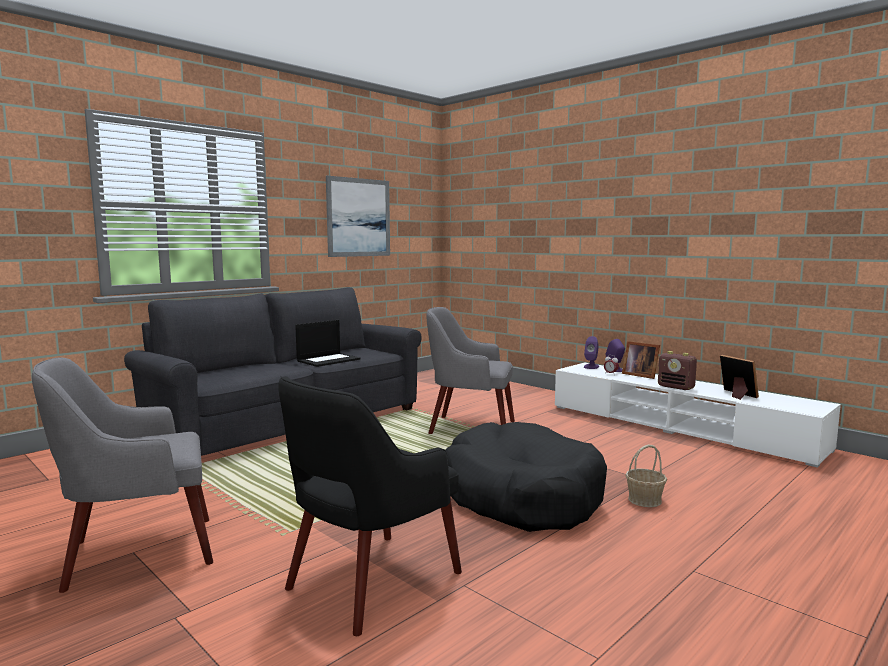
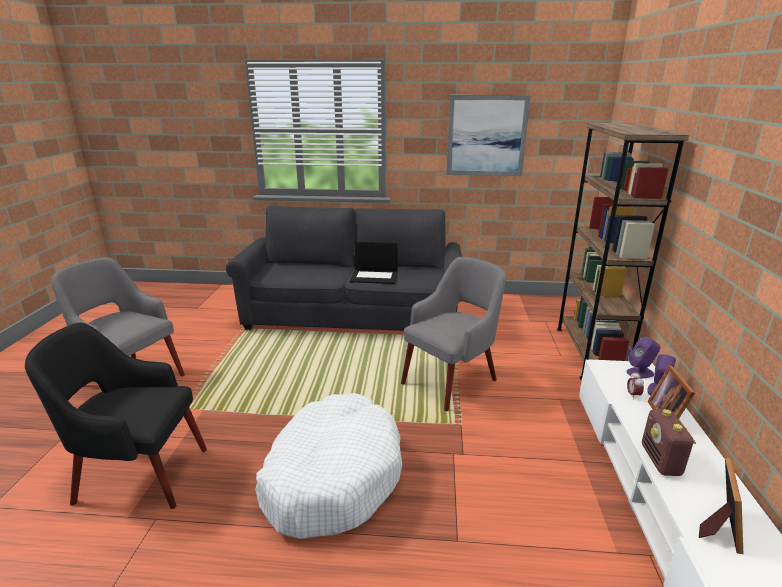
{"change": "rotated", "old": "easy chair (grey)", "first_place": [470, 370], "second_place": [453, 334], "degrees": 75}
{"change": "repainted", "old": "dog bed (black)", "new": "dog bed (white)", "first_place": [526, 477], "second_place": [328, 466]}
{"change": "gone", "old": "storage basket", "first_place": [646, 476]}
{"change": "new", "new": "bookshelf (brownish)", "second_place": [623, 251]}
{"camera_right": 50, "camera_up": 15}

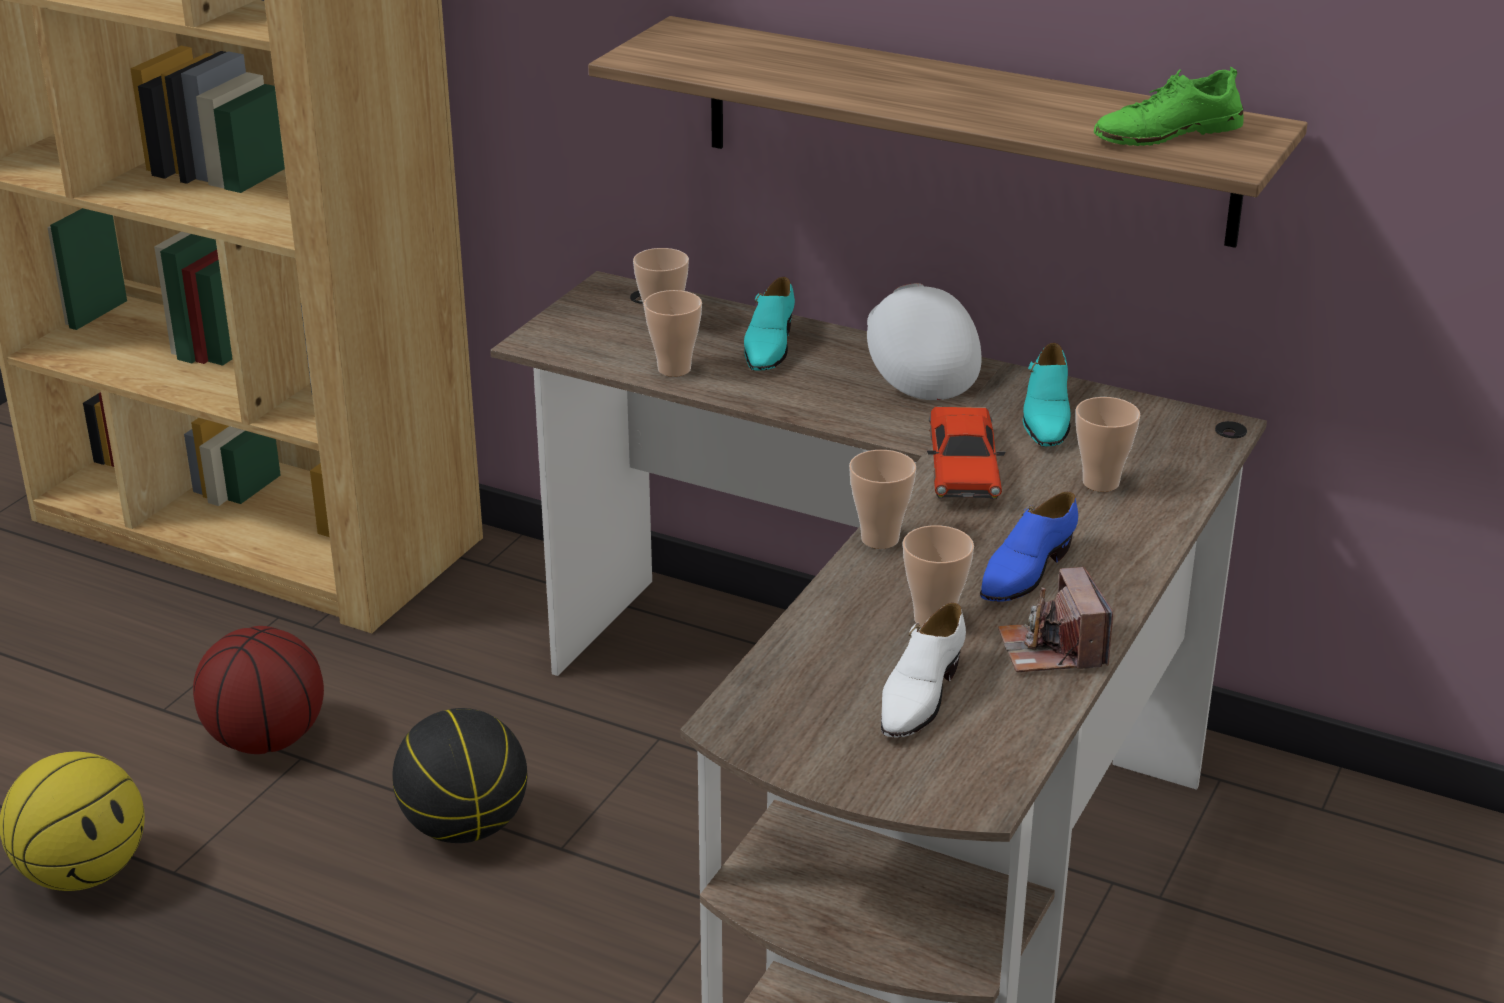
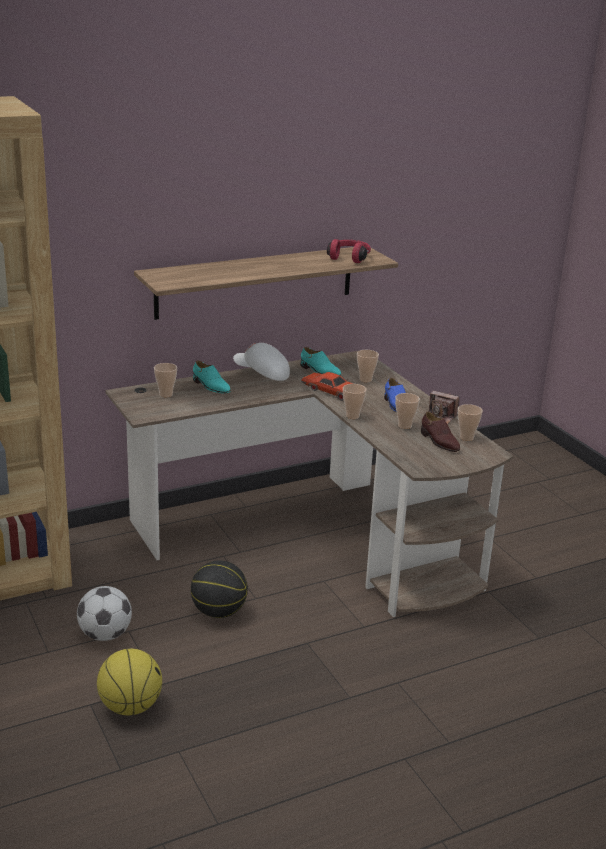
{"change": "swapped", "old": "low shoe (green)", "new": "headphones (red-coloured)", "first_place": [1169, 106], "second_place": [349, 251]}
{"change": "shifted", "old": "cup", "first_place": [673, 333], "second_place": [470, 422]}
{"change": "repainted", "old": "low shoe (white)", "new": "low shoe (brownish)", "first_place": [923, 670], "second_place": [440, 432]}
{"change": "swapped", "old": "basketball ball", "new": "football", "first_place": [258, 690], "second_place": [104, 613]}
{"camera_right": -55, "camera_up": -5}

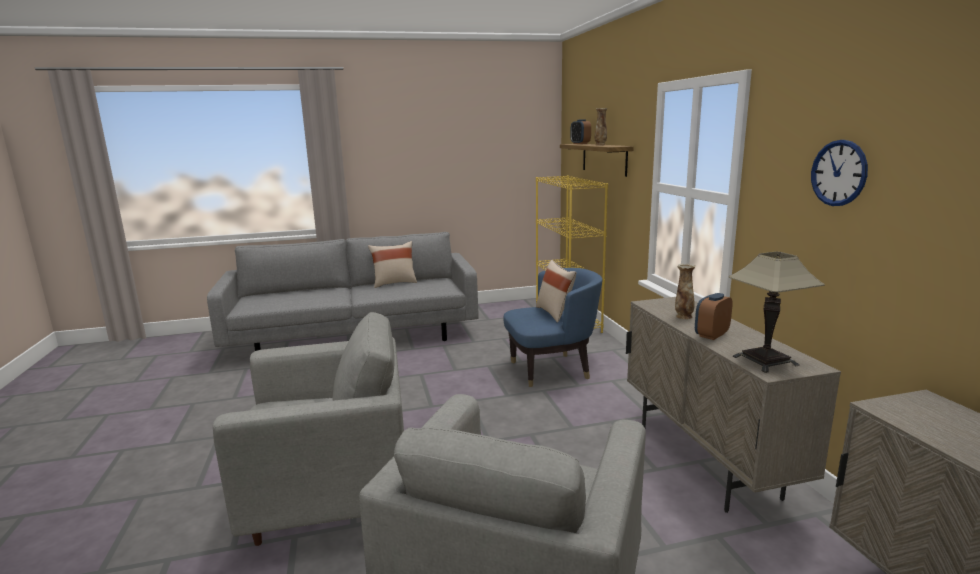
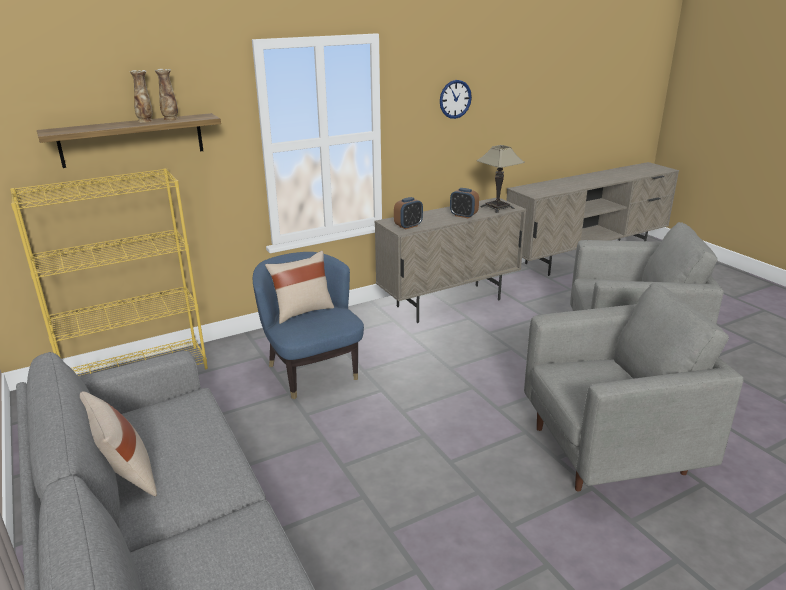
{"change": "shifted", "old": "bedside clock", "first_place": [580, 131], "second_place": [408, 213]}
{"change": "shifted", "old": "vase", "first_place": [685, 291], "second_place": [166, 95]}
{"change": "rotated", "old": "easy chair (grey)", "first_place": [308, 429], "second_place": [634, 387], "degrees": 105}
{"camera_right": -105, "camera_up": 10}

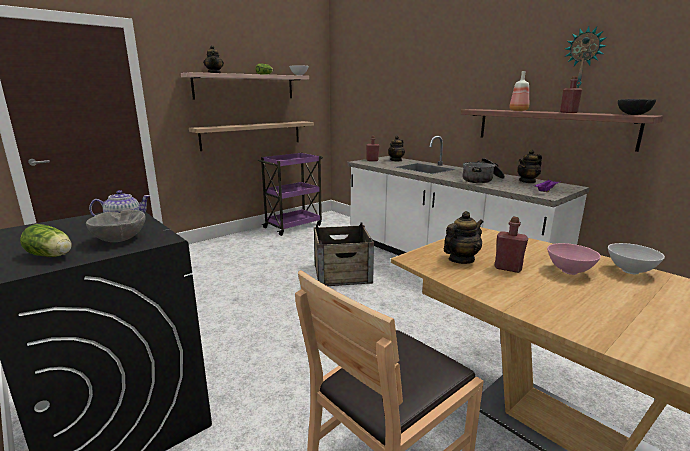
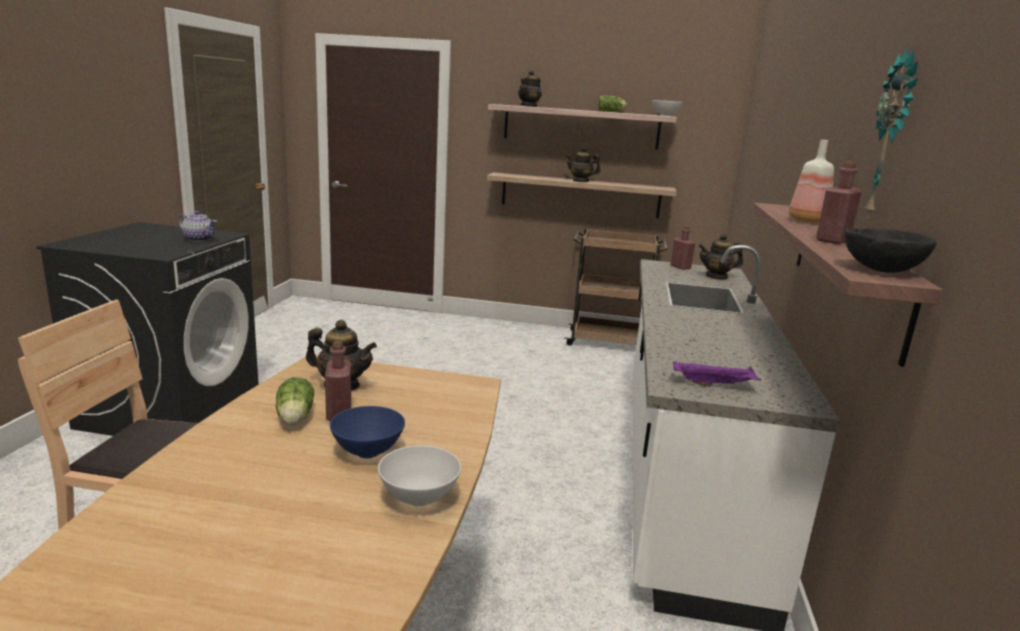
{"change": "shifted", "old": "pot for tea", "first_place": [529, 166], "second_place": [583, 164]}
{"change": "repainted", "old": "wheeled cart (purple)", "new": "wheeled cart (brownish)", "first_place": [290, 194], "second_place": [616, 287]}
{"change": "gone", "old": "cooking pot", "first_place": [484, 170]}
{"change": "gone", "old": "bowl (grey)", "first_place": [116, 226]}
{"change": "gone", "old": "shipping crate", "first_place": [344, 254]}
{"change": "shifted", "old": "head of lettuce", "first_place": [46, 240], "second_place": [295, 401]}
{"change": "repainted", "old": "bowl (pink)", "new": "bowl (blue-coloured)", "first_place": [574, 259], "second_place": [367, 432]}
{"camera_right": 50, "camera_up": 0}

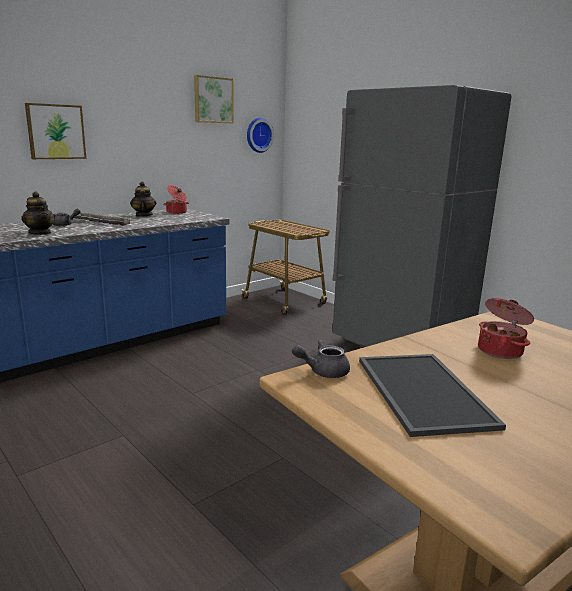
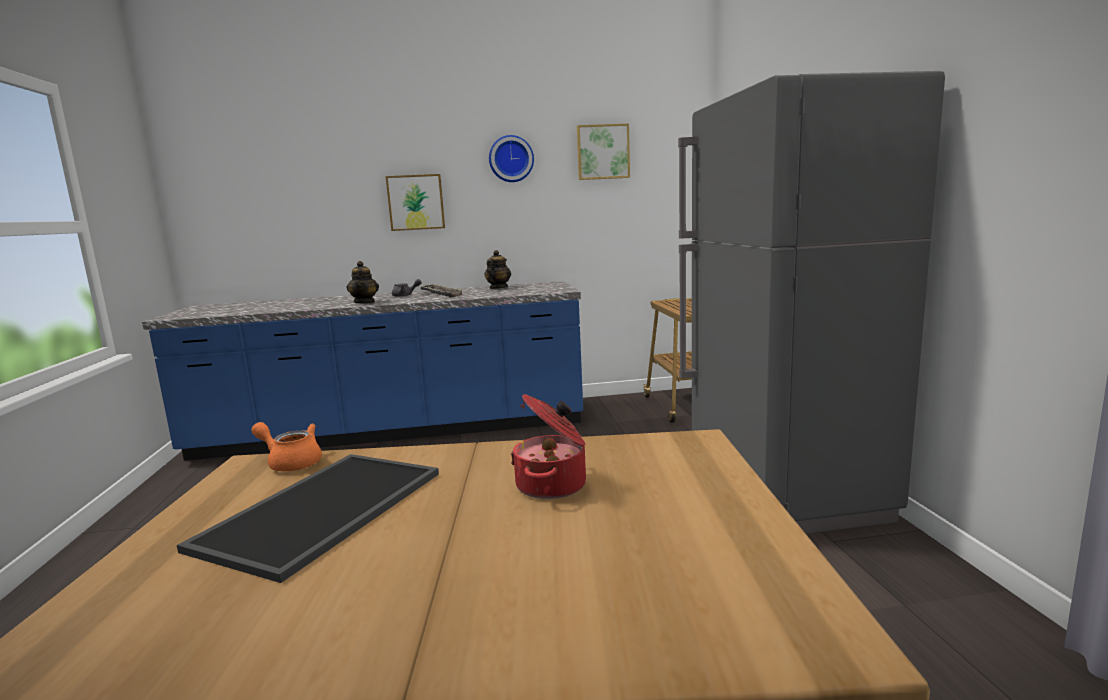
{"change": "shifted", "old": "clock on the wall", "first_place": [260, 135], "second_place": [511, 158]}
{"change": "gone", "old": "cooking pot", "first_place": [176, 199]}
{"change": "repainted", "old": "pot for tea (grey)", "new": "pot for tea (orangey)", "first_place": [321, 359], "second_place": [286, 446]}
{"camera_right": 35, "camera_up": -5}

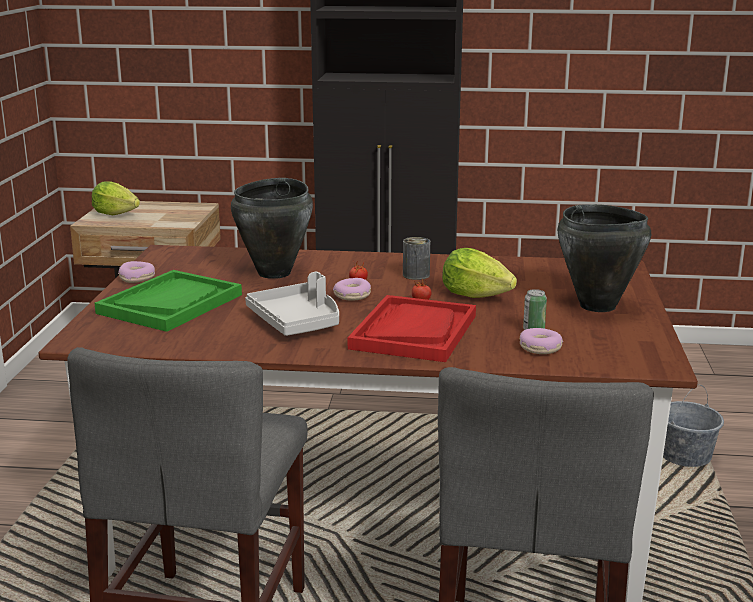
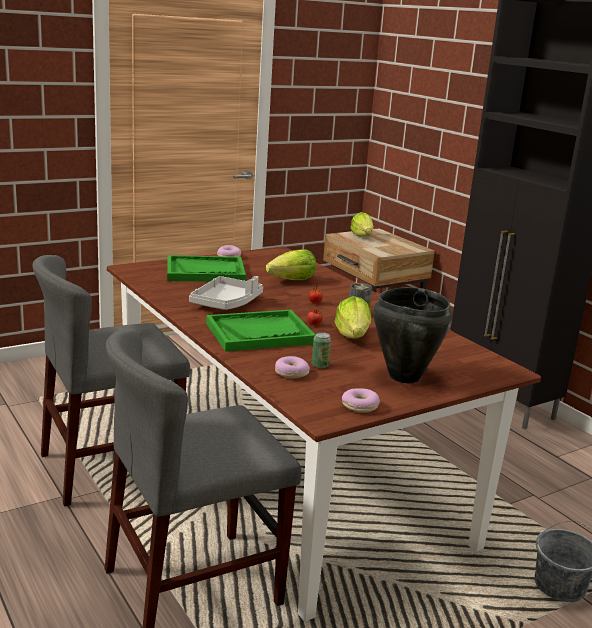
{"change": "swapped", "old": "cooking pot (black)", "new": "head of lettuce", "first_place": [272, 228], "second_place": [291, 264]}
{"change": "shifted", "old": "ring doughnut", "first_place": [352, 289], "second_place": [361, 400]}
{"change": "repainted", "old": "tray (red-coloured)", "new": "tray (green)", "first_place": [412, 328], "second_place": [260, 331]}
{"camera_right": 50, "camera_up": 0}

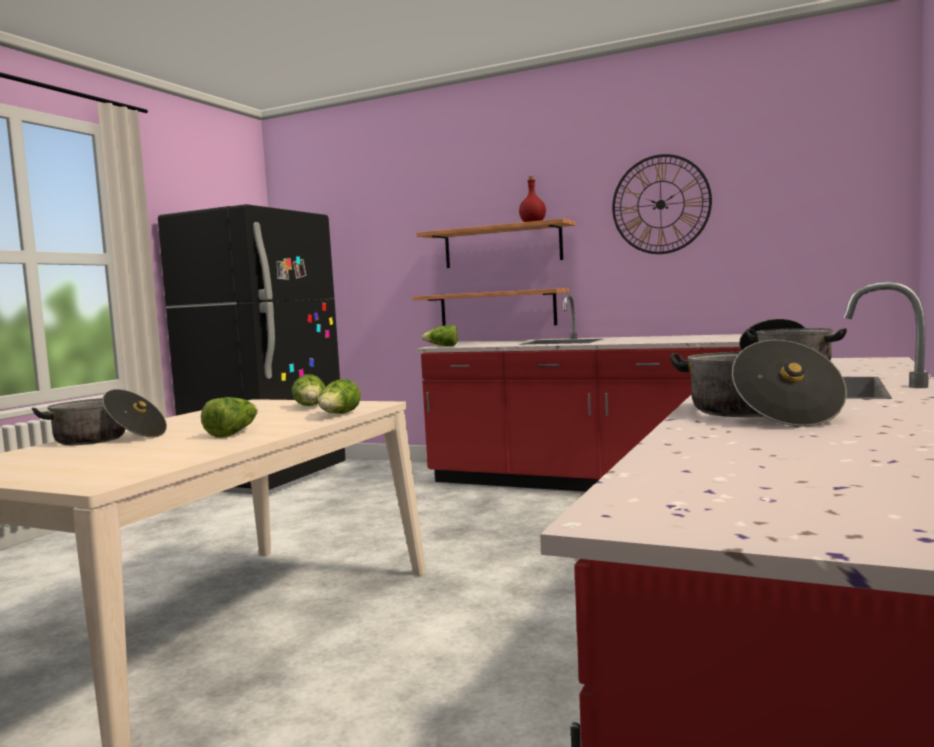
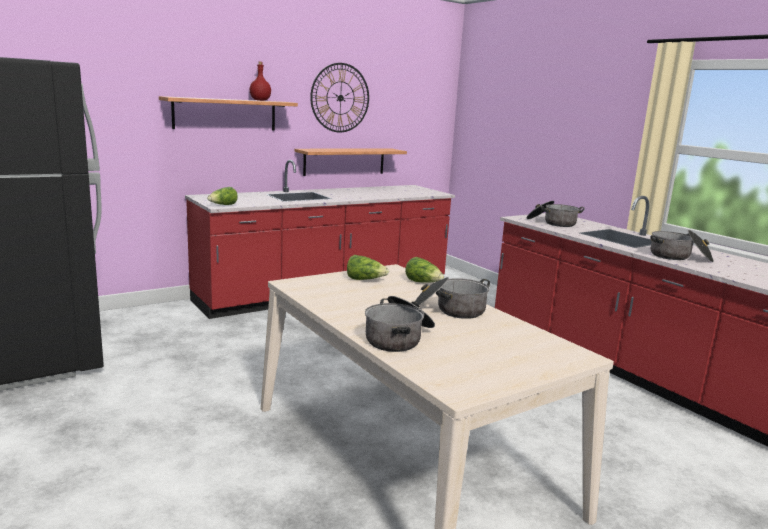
{"change": "shifted", "old": "bracket shelf", "first_place": [491, 307], "second_place": [350, 162]}
{"change": "swapped", "old": "head of lettuce", "new": "cooking pot", "first_place": [229, 417], "second_place": [452, 298]}
{"camera_right": -60, "camera_up": 10}

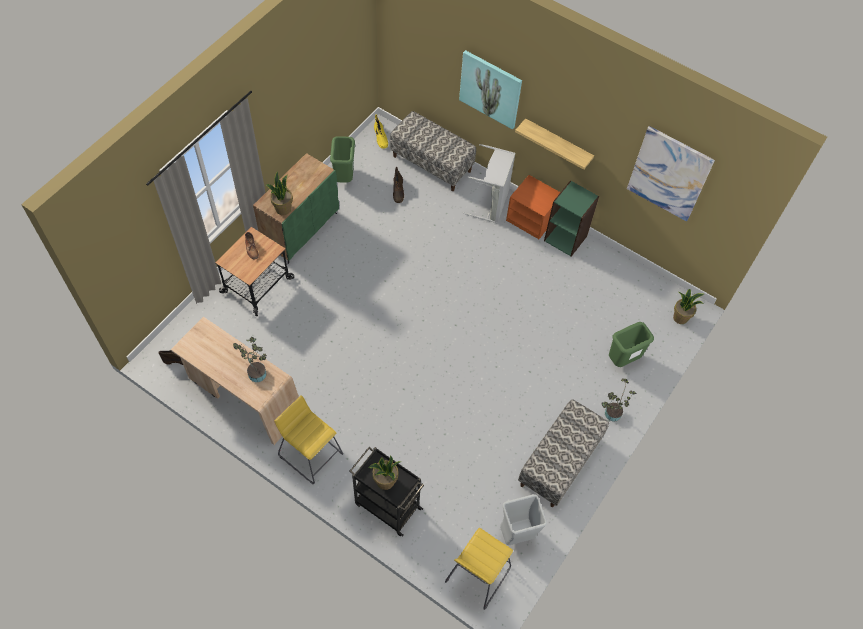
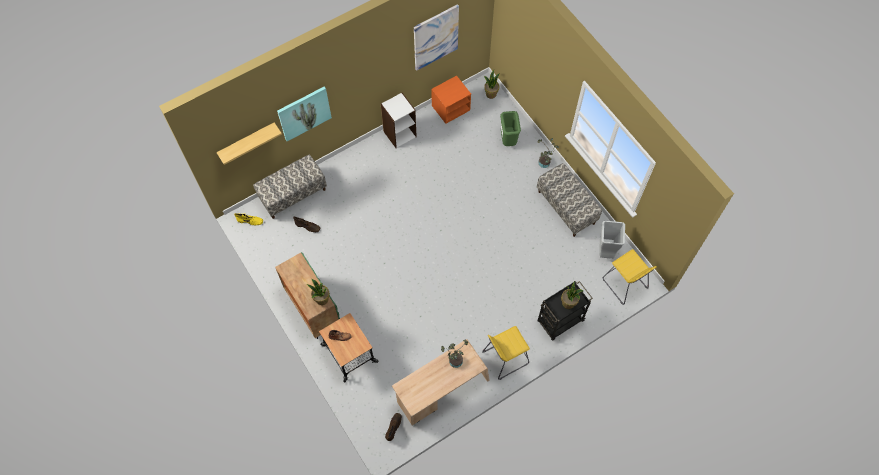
{"change": "shifted", "old": "bracket shelf", "first_place": [554, 144], "second_place": [249, 144]}
{"change": "gone", "old": "trash can (green)", "first_place": [342, 159]}
{"change": "gone", "old": "hamper (grey)", "first_place": [489, 183]}
{"change": "shifted", "old": "nightstand (orangey)", "first_place": [533, 207], "second_place": [451, 100]}
{"change": "repainted", "old": "bookshelf (green)", "new": "bookshelf (white)", "first_place": [571, 218], "second_place": [399, 120]}
{"camera_right": -65, "camera_up": 5}

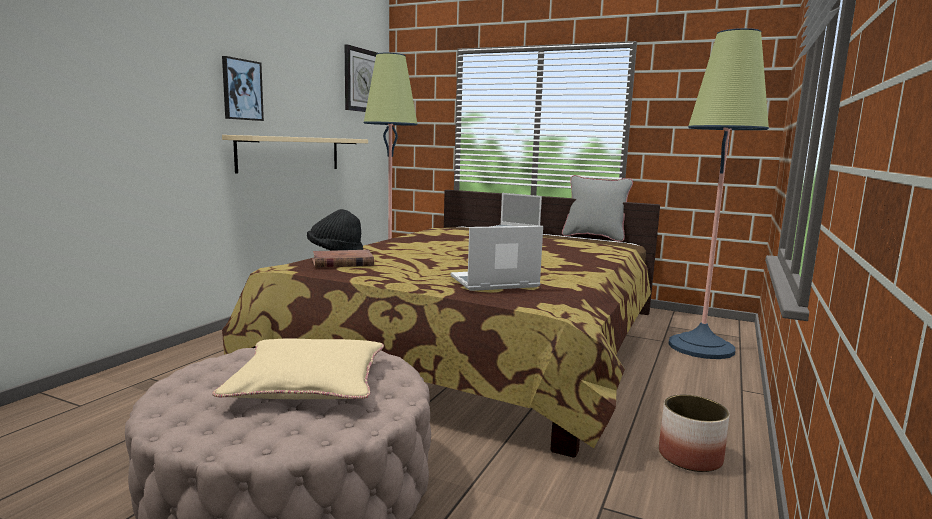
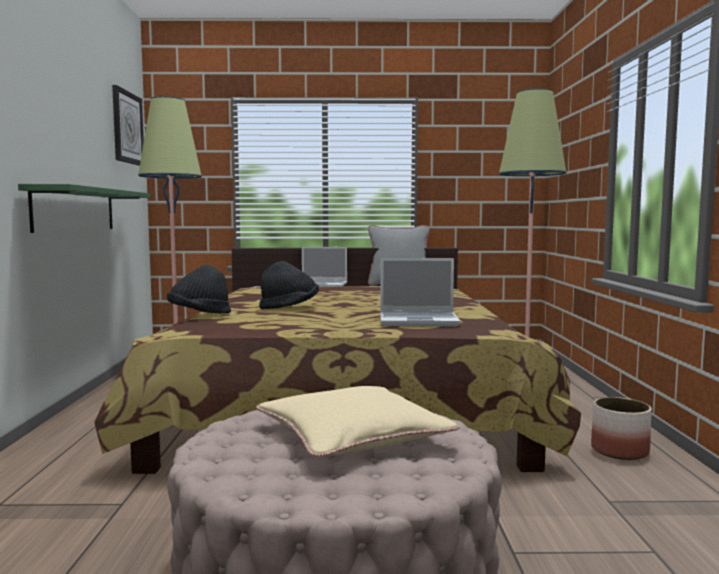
{"change": "gone", "old": "wall art", "first_place": [243, 88]}
{"change": "repainted", "old": "bracket shelf (beige)", "new": "bracket shelf (green)", "first_place": [295, 154], "second_place": [84, 208]}
{"change": "rotated", "old": "portable computer", "first_place": [497, 258], "second_place": [420, 292], "degrees": -135}
{"change": "gone", "old": "volume (brownish)", "first_place": [343, 259]}
{"change": "new", "new": "wearable hat (black)", "second_place": [289, 285]}
{"camera_right": -25, "camera_up": -5}

